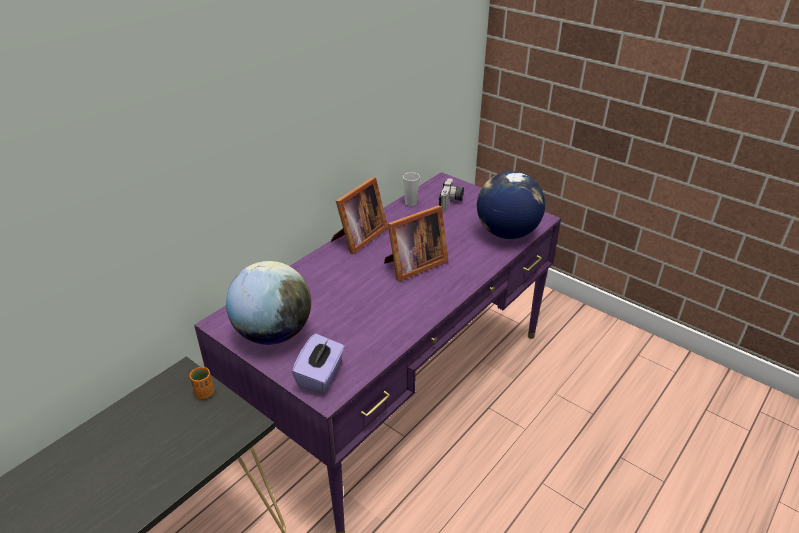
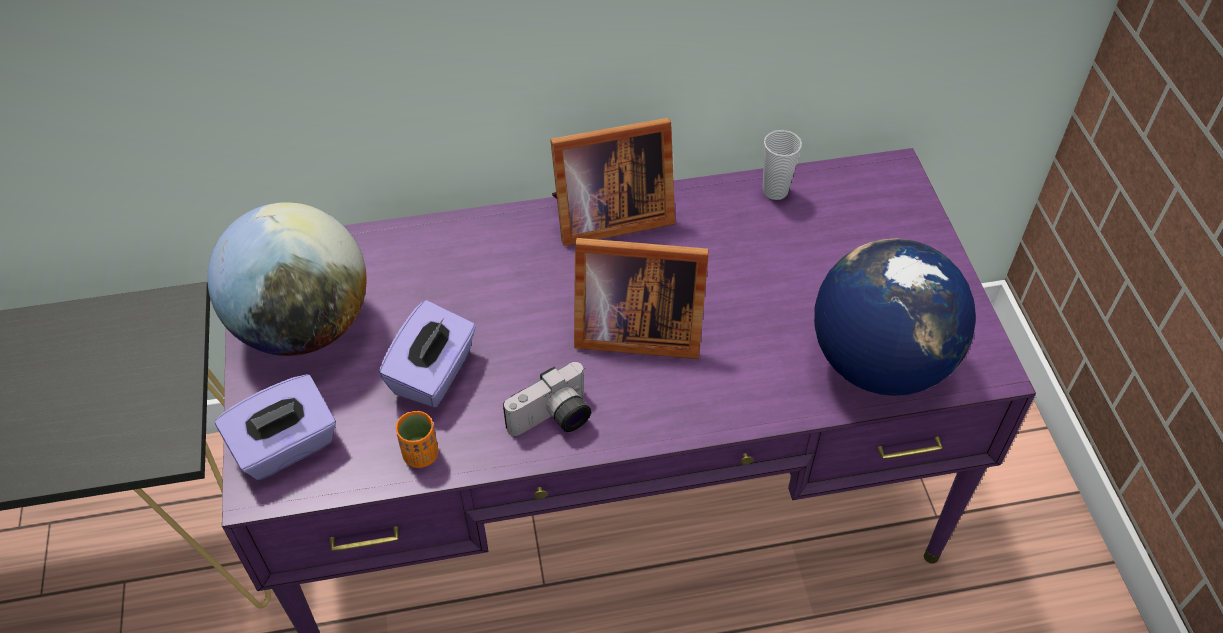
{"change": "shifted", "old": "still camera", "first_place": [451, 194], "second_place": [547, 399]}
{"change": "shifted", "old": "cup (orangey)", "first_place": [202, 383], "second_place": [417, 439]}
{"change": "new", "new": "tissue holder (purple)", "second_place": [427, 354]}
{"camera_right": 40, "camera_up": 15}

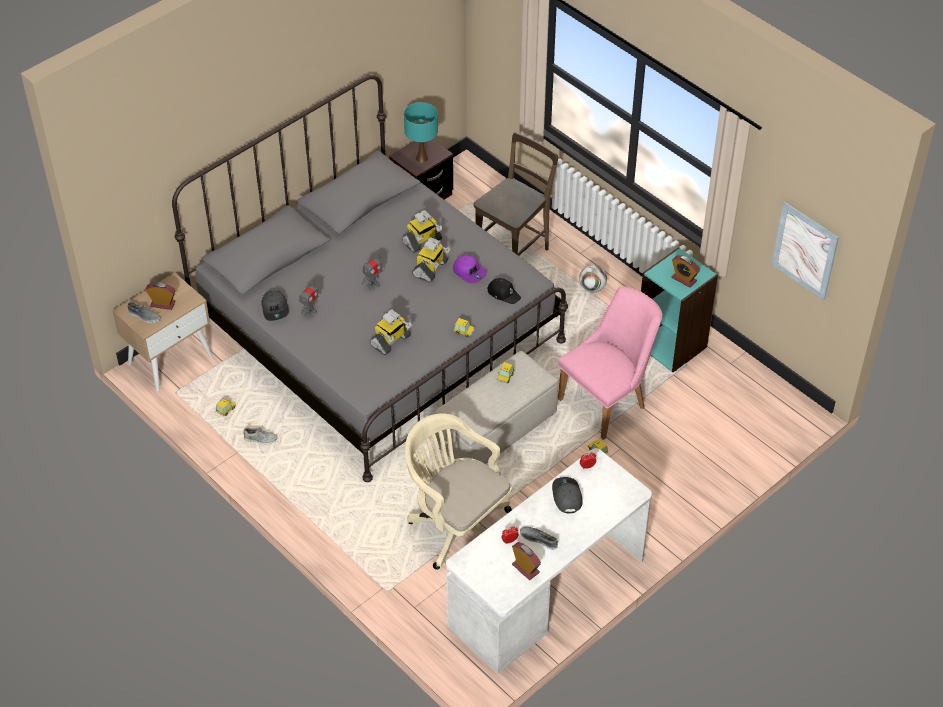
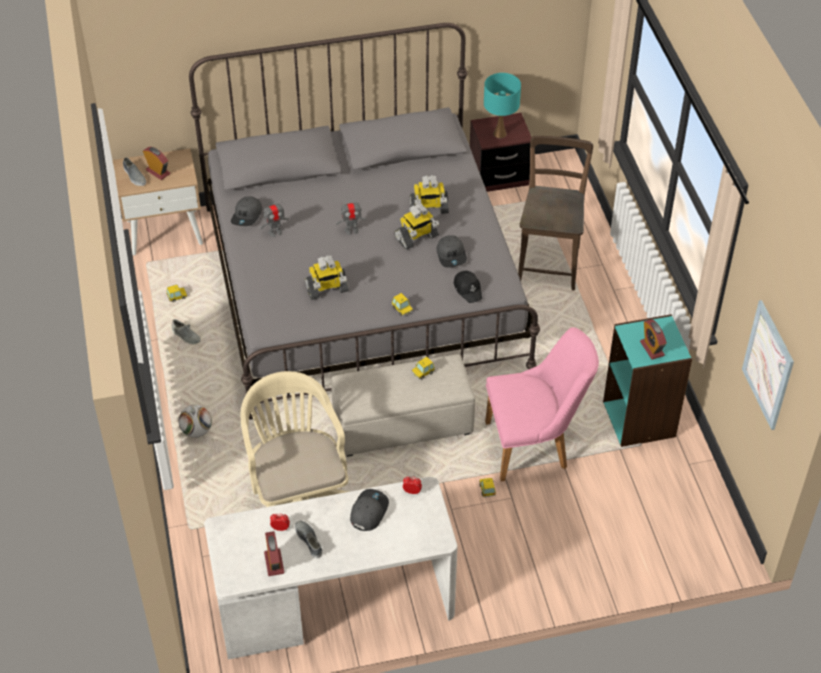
{"change": "rotated", "old": "chair (brownish)", "first_place": [516, 194], "second_place": [555, 213], "degrees": -60}
{"change": "repainted", "old": "baseball cap (purple)", "new": "baseball cap (grey)", "first_place": [470, 269], "second_place": [452, 251]}
{"change": "shifted", "old": "football", "first_place": [593, 279], "second_place": [195, 421]}
{"camera_right": 30, "camera_up": 0}

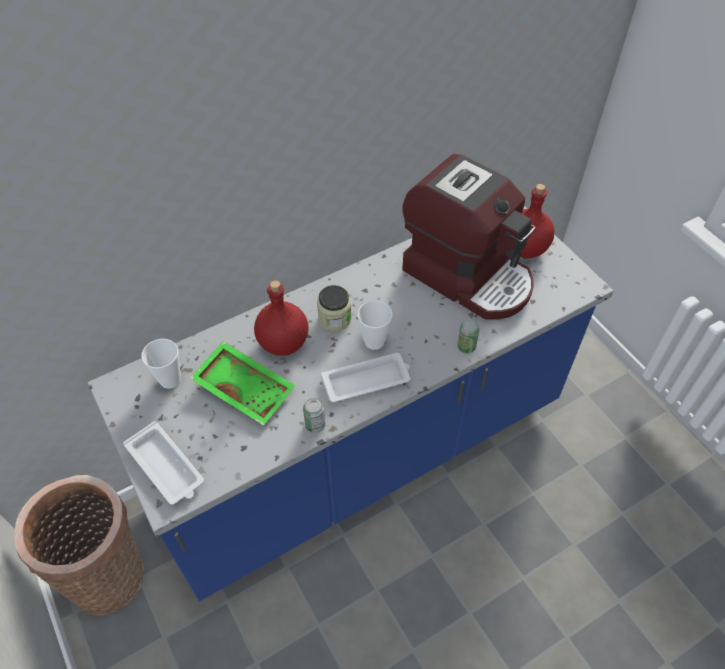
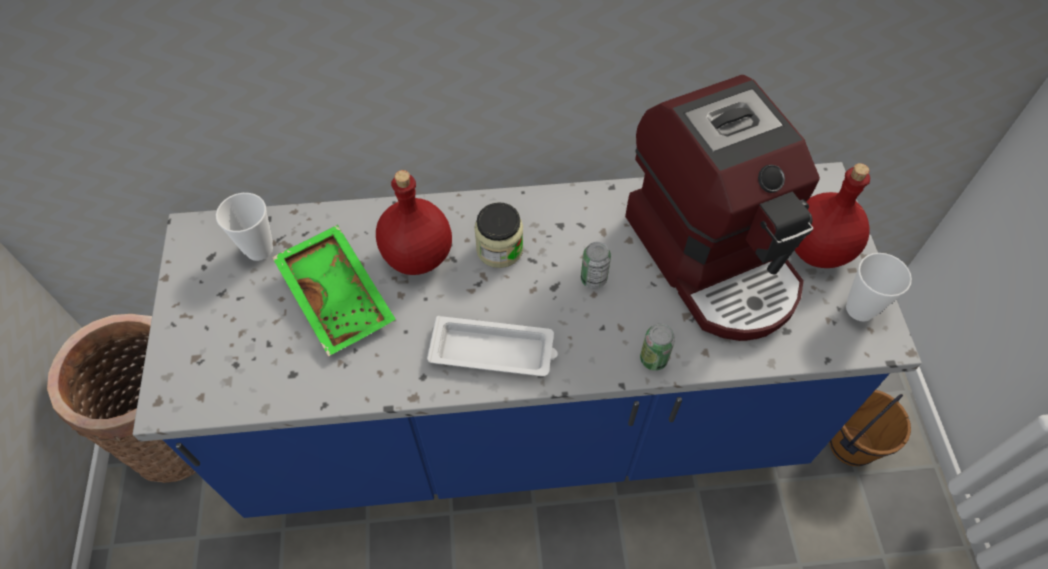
{"change": "shifted", "old": "cup", "first_place": [375, 325], "second_place": [879, 287]}
{"change": "shifted", "old": "sealed can", "first_place": [314, 415], "second_place": [596, 265]}
{"change": "gone", "old": "tray (white)", "first_place": [163, 463]}
{"change": "new", "new": "bucket (brownish)", "second_place": [870, 428]}
{"camera_right": 25, "camera_up": 5}

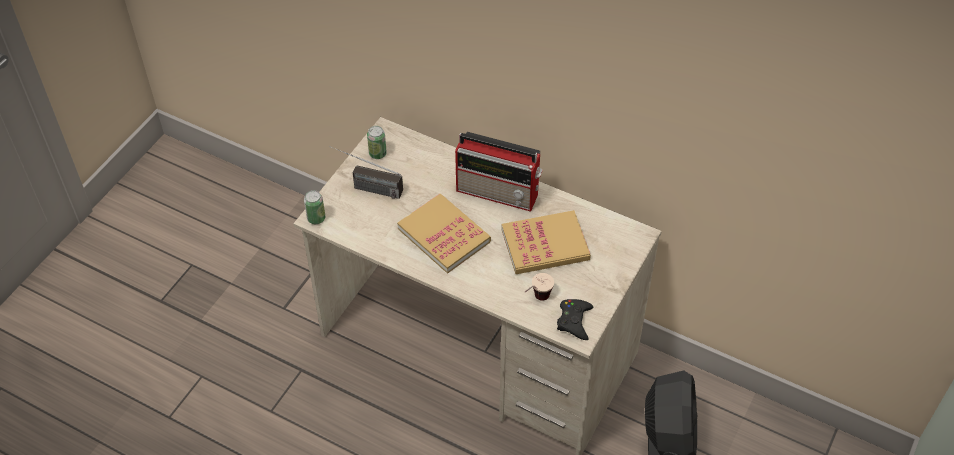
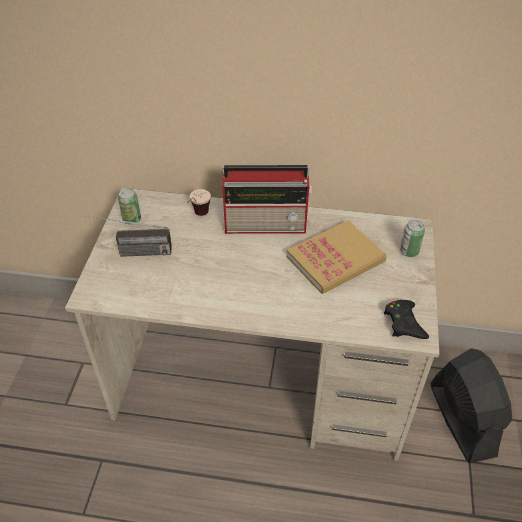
{"change": "shifted", "old": "sealed can", "first_place": [315, 207], "second_place": [412, 238]}
{"change": "gone", "old": "volume", "first_place": [444, 234]}
{"change": "shifted", "old": "cup", "first_place": [539, 287], "second_place": [199, 202]}
{"camera_right": -20, "camera_up": -5}

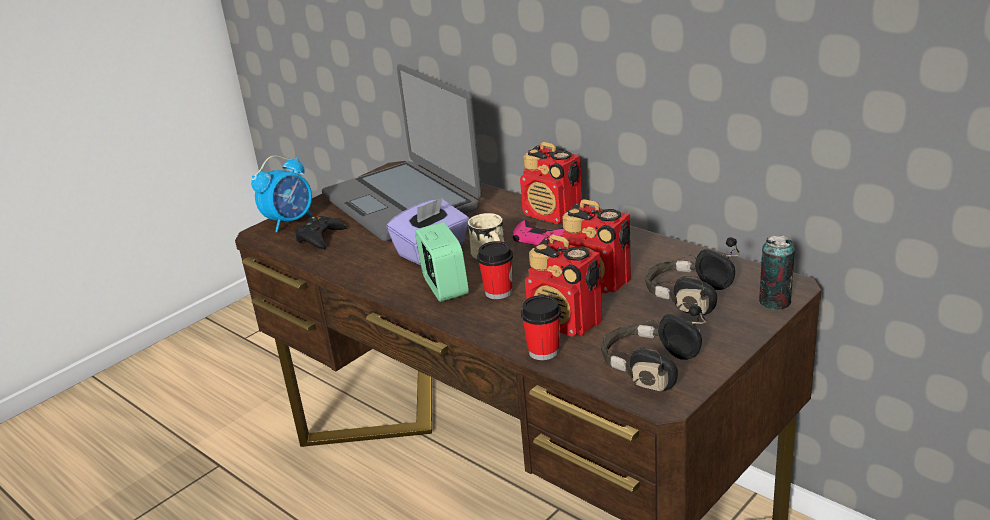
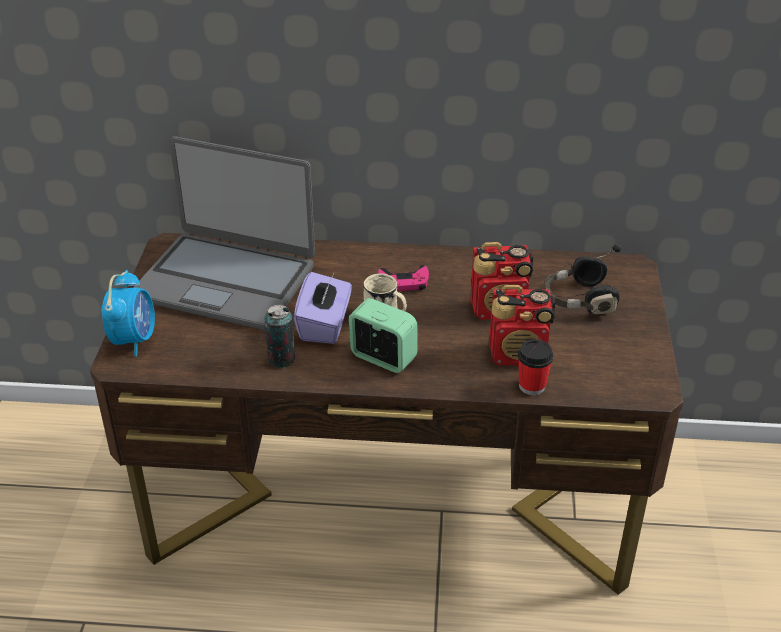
{"change": "gone", "old": "radio receiver", "first_place": [551, 183]}
{"change": "gone", "old": "joypad (black)", "first_place": [321, 232]}
{"change": "shifted", "old": "sealed can", "first_place": [777, 272], "second_place": [279, 336]}
{"change": "gone", "old": "cup", "first_place": [495, 270]}
{"change": "gone", "old": "headphones (black)", "first_place": [653, 348]}
{"camera_right": -40, "camera_up": 10}

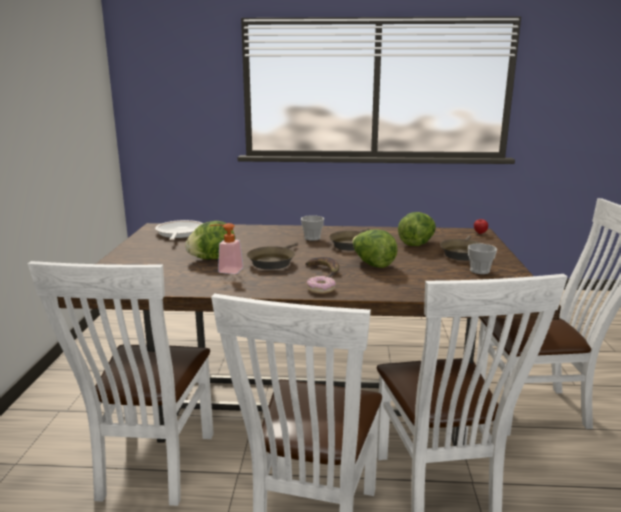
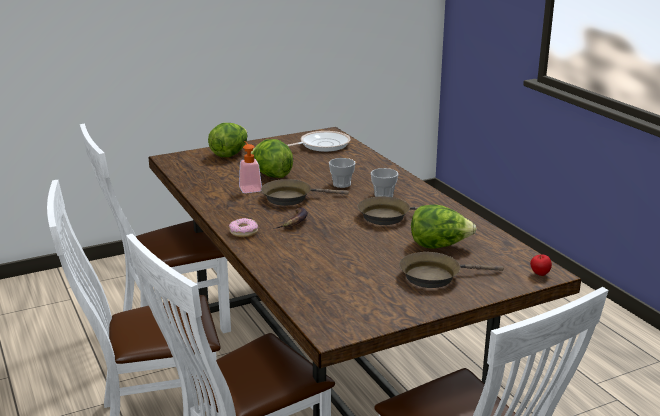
{"change": "shifted", "old": "head of lettuce", "first_place": [375, 248], "second_place": [227, 140]}
{"change": "shifted", "old": "cup", "first_place": [482, 259], "second_place": [342, 173]}
{"camera_right": 60, "camera_up": 5}

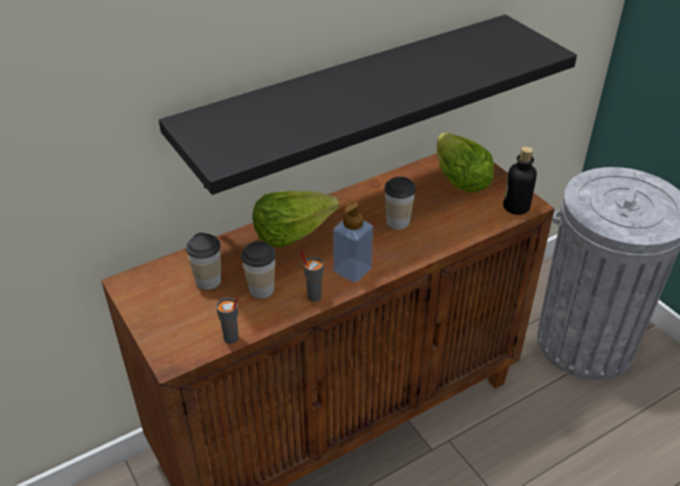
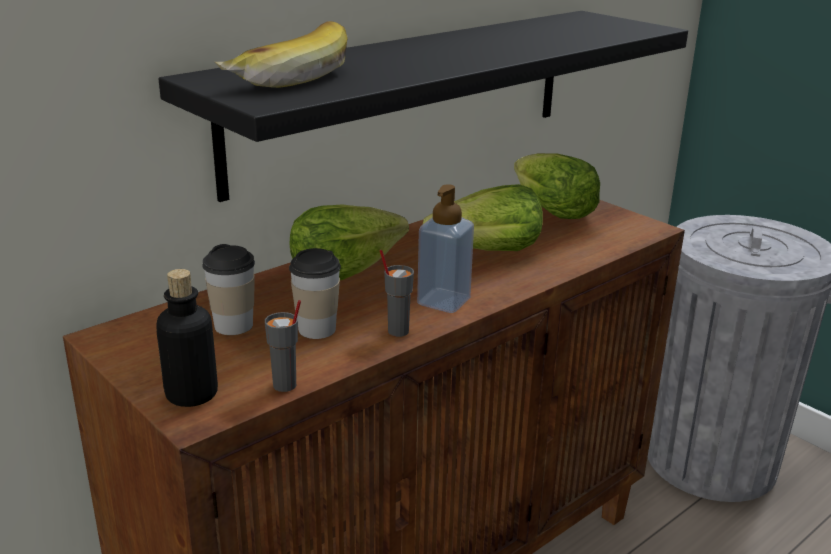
{"change": "shifted", "old": "bottle", "first_place": [520, 180], "second_place": [187, 338]}
{"change": "swapped", "old": "cup", "new": "head of lettuce", "first_place": [400, 203], "second_place": [483, 217]}
{"change": "new", "new": "banana", "second_place": [281, 54]}
{"camera_right": -10, "camera_up": -15}

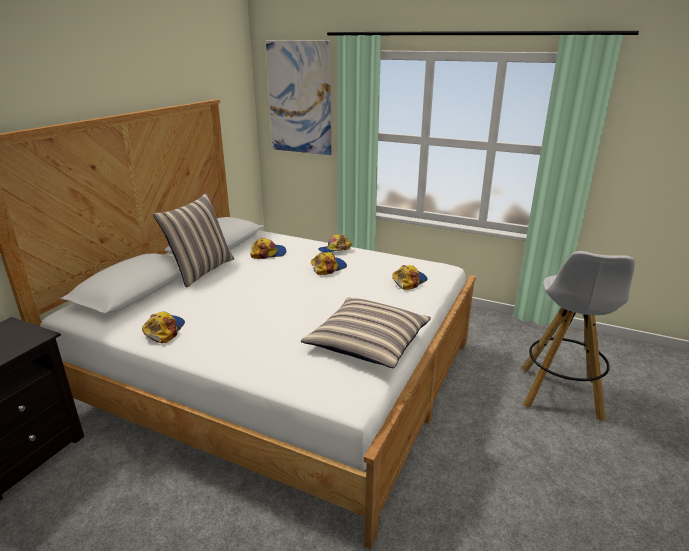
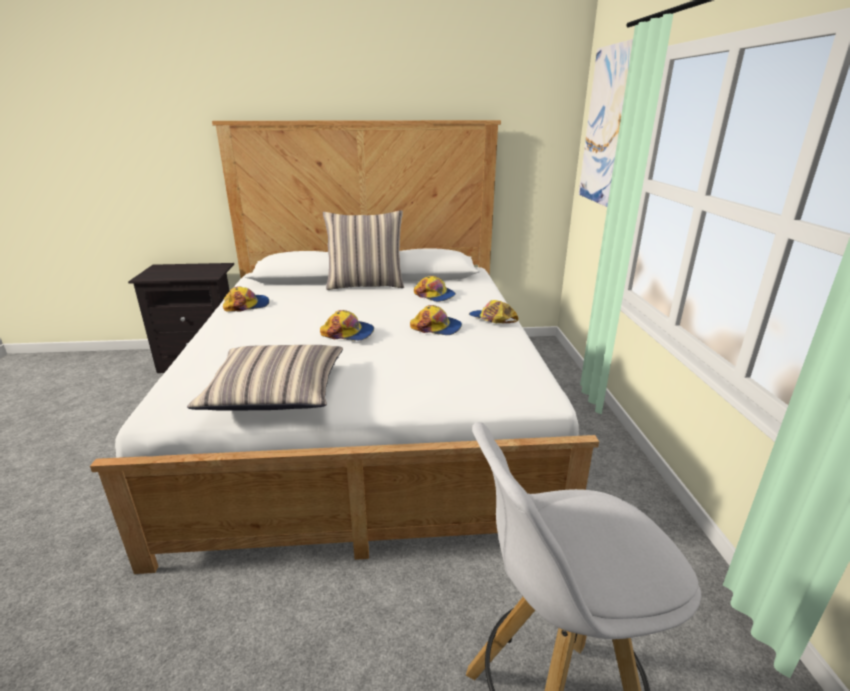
{"change": "shifted", "old": "baseball cap", "first_place": [410, 277], "second_place": [347, 325]}
{"camera_right": 60, "camera_up": 0}

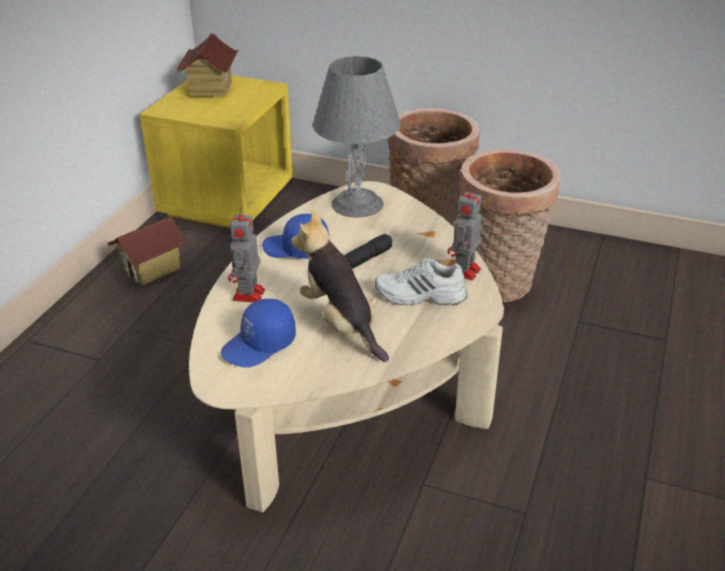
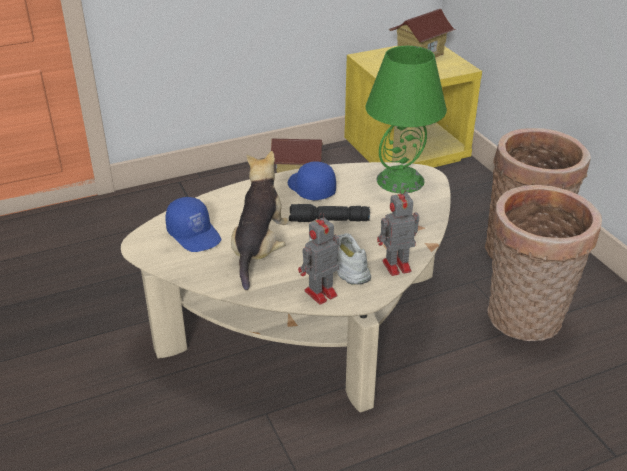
{"change": "repainted", "old": "lamp for a table (grey)", "new": "lamp for a table (green)", "first_place": [357, 137], "second_place": [406, 119]}
{"change": "shifted", "old": "toy robot", "first_place": [246, 255], "second_place": [318, 258]}
{"change": "rotated", "old": "baseball cap (blue-coloured)", "first_place": [258, 333], "second_place": [193, 224], "degrees": -135}
{"camera_right": 45, "camera_up": 0}

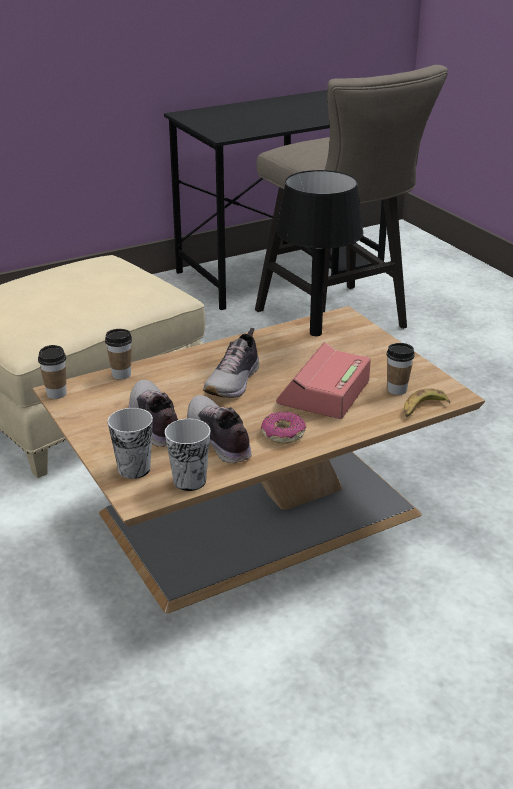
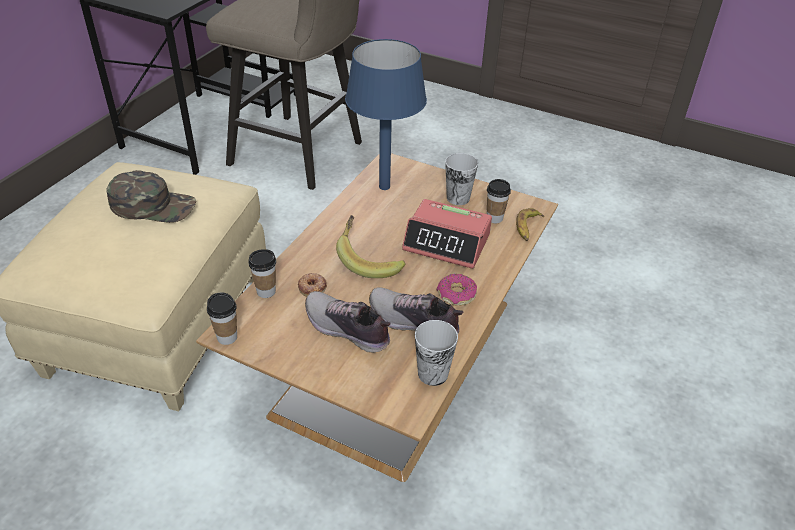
{"change": "repainted", "old": "lamp for a table (black)", "new": "lamp for a table (blue-coloured)", "first_place": [319, 253], "second_place": [386, 114]}
{"change": "swapped", "old": "low shoe", "new": "banana", "first_place": [231, 363], "second_place": [371, 246]}
{"change": "rotated", "old": "bedside clock", "first_place": [323, 380], "second_place": [447, 234], "degrees": -60}
{"change": "shifted", "old": "cup", "first_place": [130, 443], "second_place": [461, 179]}
{"change": "new", "new": "baseball cap (green)", "second_place": [151, 196]}
{"change": "new", "new": "ring doughnut", "second_place": [312, 285]}
{"camera_right": -35, "camera_up": 10}

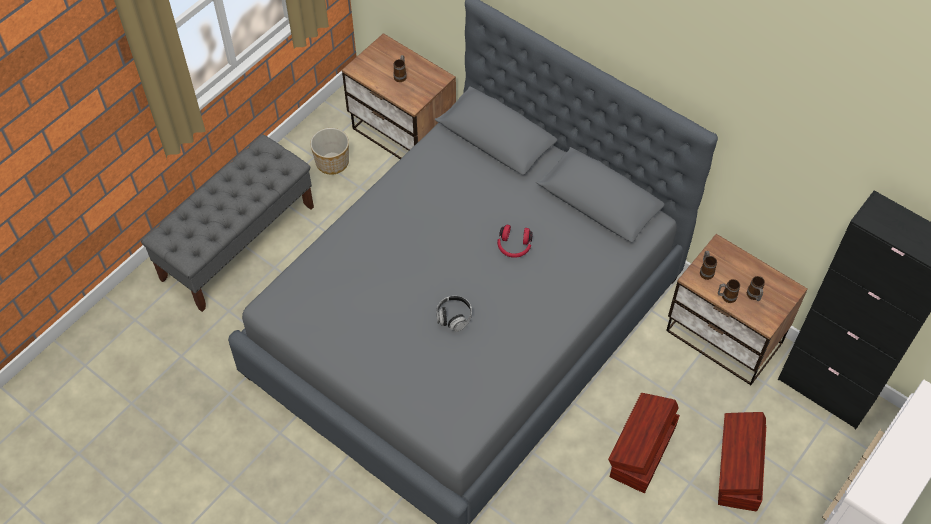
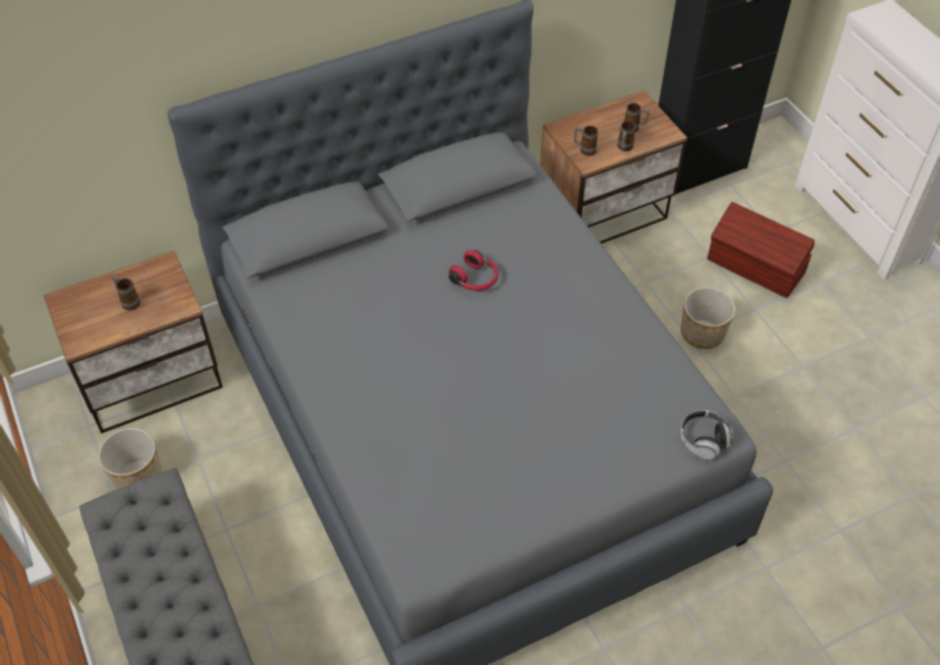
{"change": "shifted", "old": "headphones", "first_place": [454, 314], "second_place": [707, 435]}
{"change": "swapped", "old": "storage container (brownish)", "new": "planter", "first_place": [644, 443], "second_place": [708, 318]}
{"camera_right": -65, "camera_up": -5}

